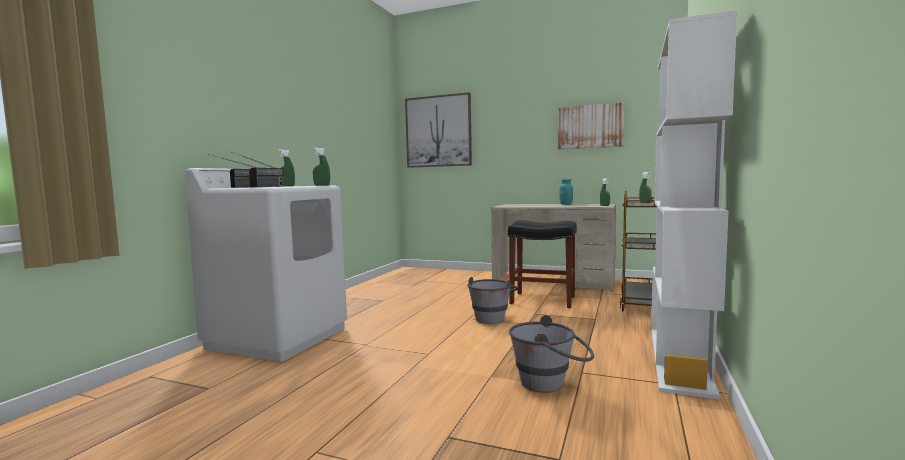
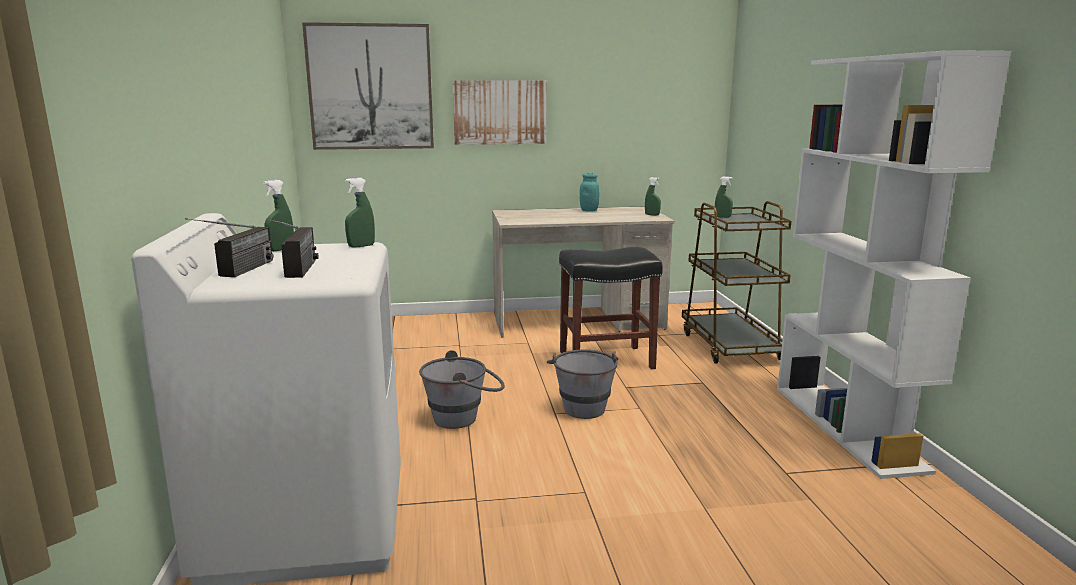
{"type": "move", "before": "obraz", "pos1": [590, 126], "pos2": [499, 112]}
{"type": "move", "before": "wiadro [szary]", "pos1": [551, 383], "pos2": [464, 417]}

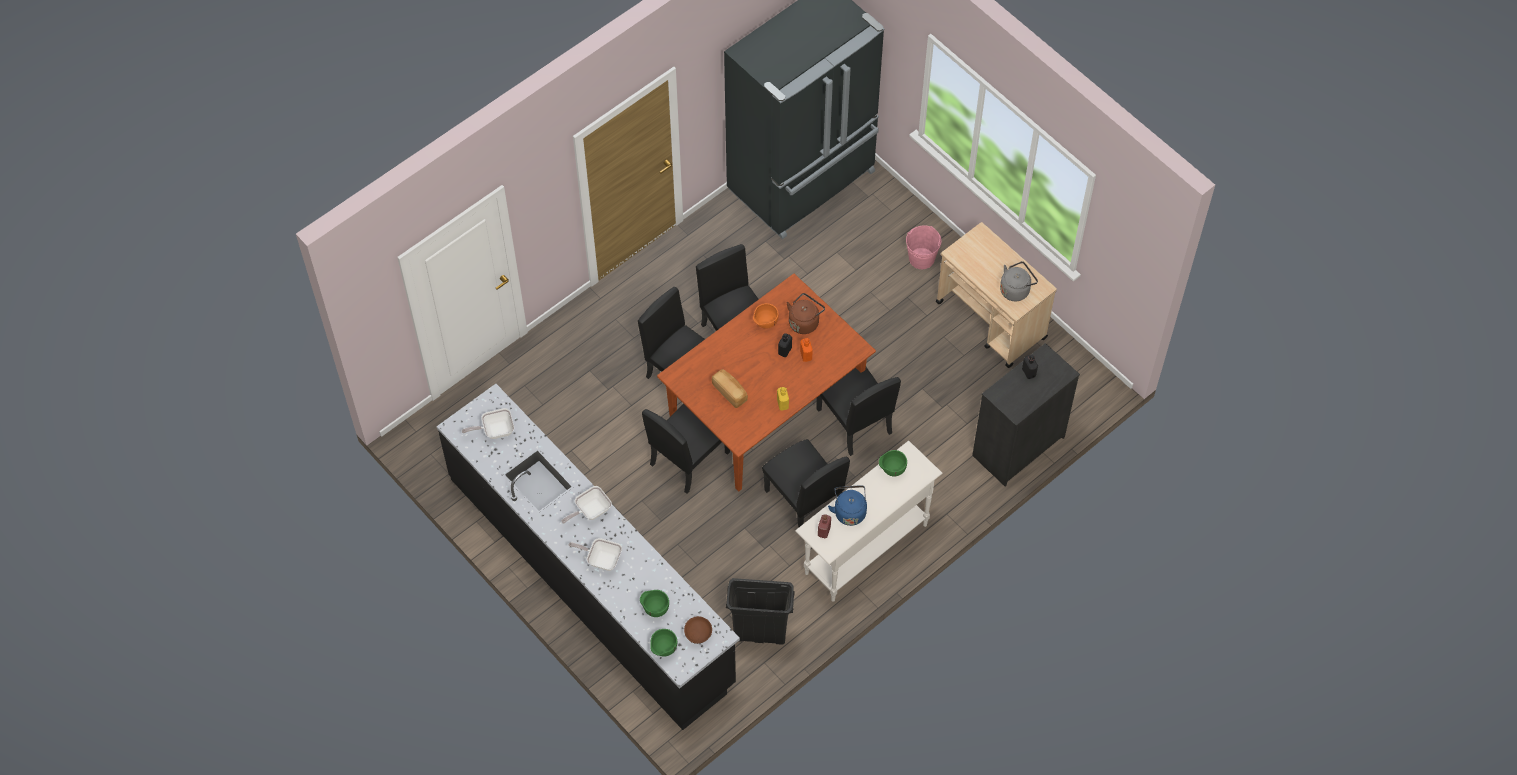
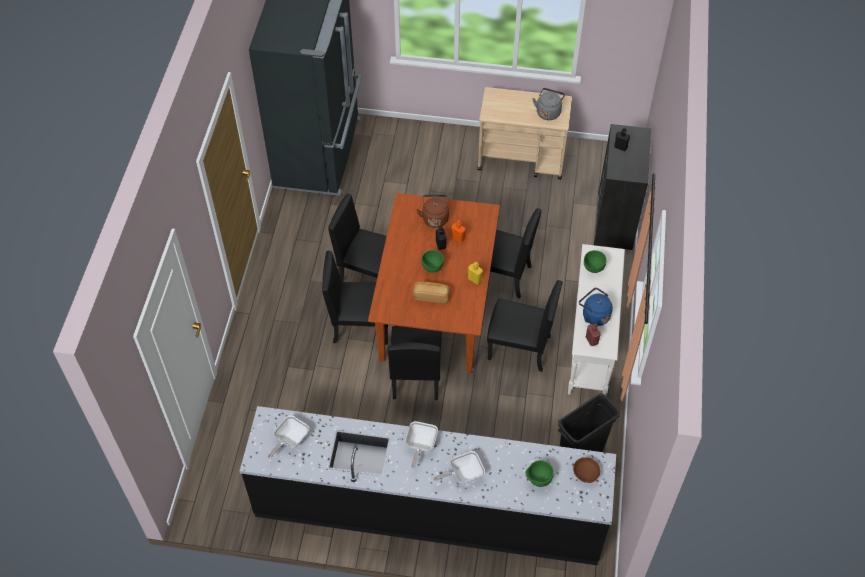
{"type": "delete", "before": "wiadro [różowy]", "pos1": [921, 258]}
{"type": "delete", "before": "miska [pomarańczowy]", "pos1": [765, 324]}
{"type": "move", "before": "miska [zielony]", "pos1": [663, 650], "pos2": [432, 269]}

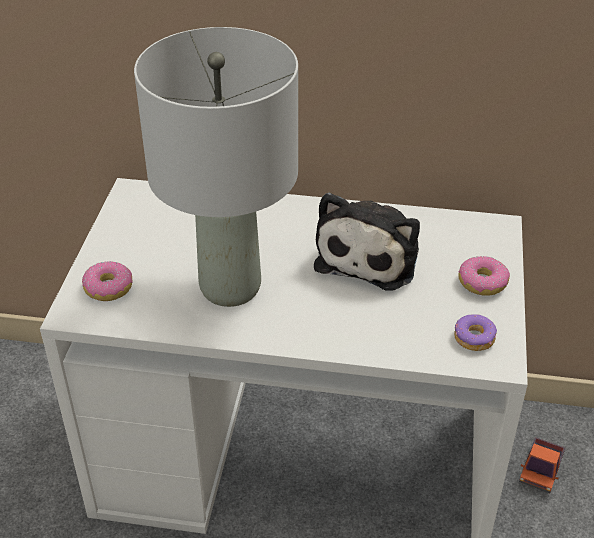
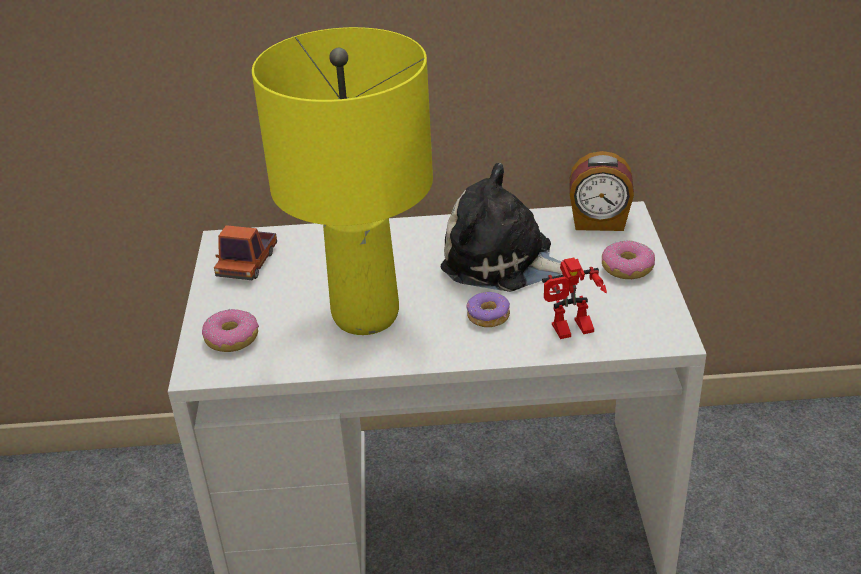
{"type": "recolor", "before": "lampa stołowa [szary]", "after": "lampa stołowa [żółty]", "pos1": [231, 288], "pos2": [366, 316]}
{"type": "rotate", "before": "pluszak", "pos1": [370, 256], "pos2": [503, 262], "turn": 105}
{"type": "move", "before": "donut", "pos1": [474, 338], "pos2": [488, 316]}
{"type": "move", "before": "ciężarówka zabawkowa", "pos1": [540, 470], "pos2": [247, 263]}
{"type": "insert", "after": "budzik", "pos2": [599, 222]}
{"type": "insert", "after": "robot zabawkowy", "pos2": [571, 332]}

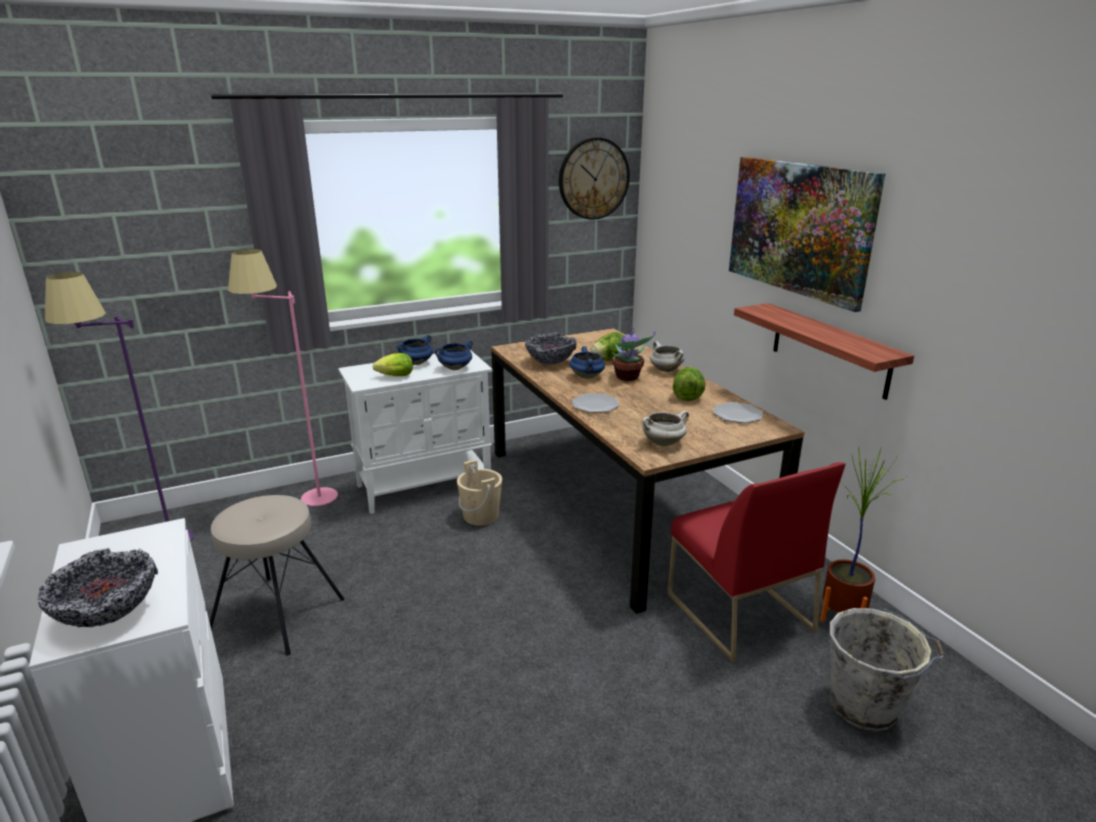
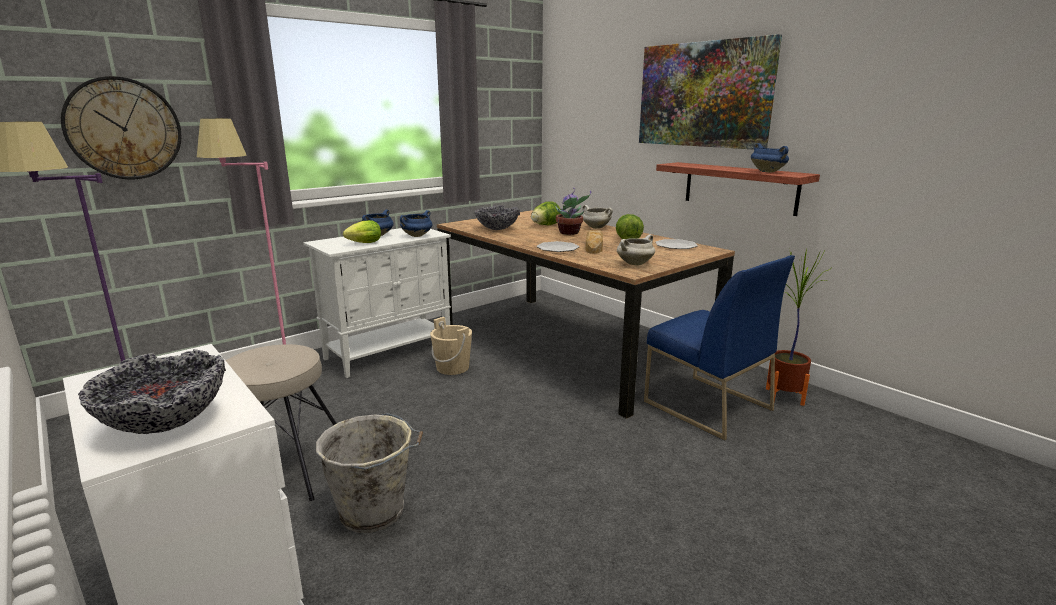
{"type": "move", "before": "zegar ścienny", "pos1": [593, 178], "pos2": [123, 129]}
{"type": "move", "before": "garnek [niebieski]", "pos1": [587, 377], "pos2": [768, 172]}
{"type": "recolor", "before": "krzesło [czerwony]", "after": "krzesło [niebieski]", "pos1": [737, 612], "pos2": [706, 405]}
{"type": "move", "before": "wiadro [szary]", "pos1": [866, 707], "pos2": [375, 512]}
{"type": "insert", "after": "chleb", "pos2": [594, 247]}

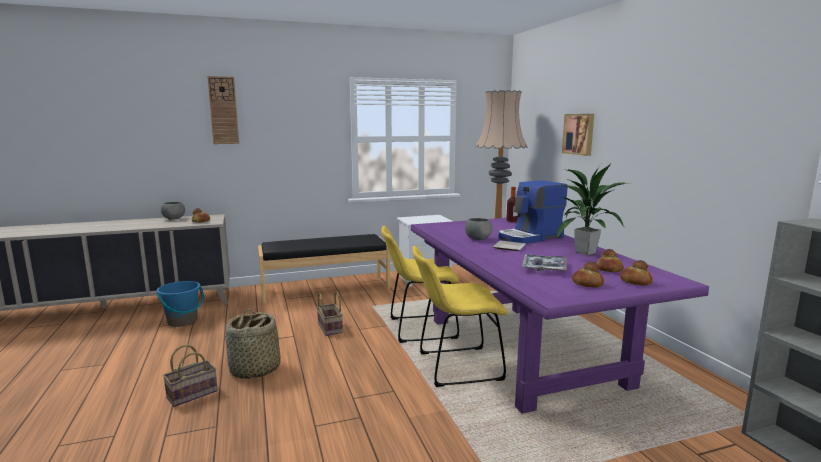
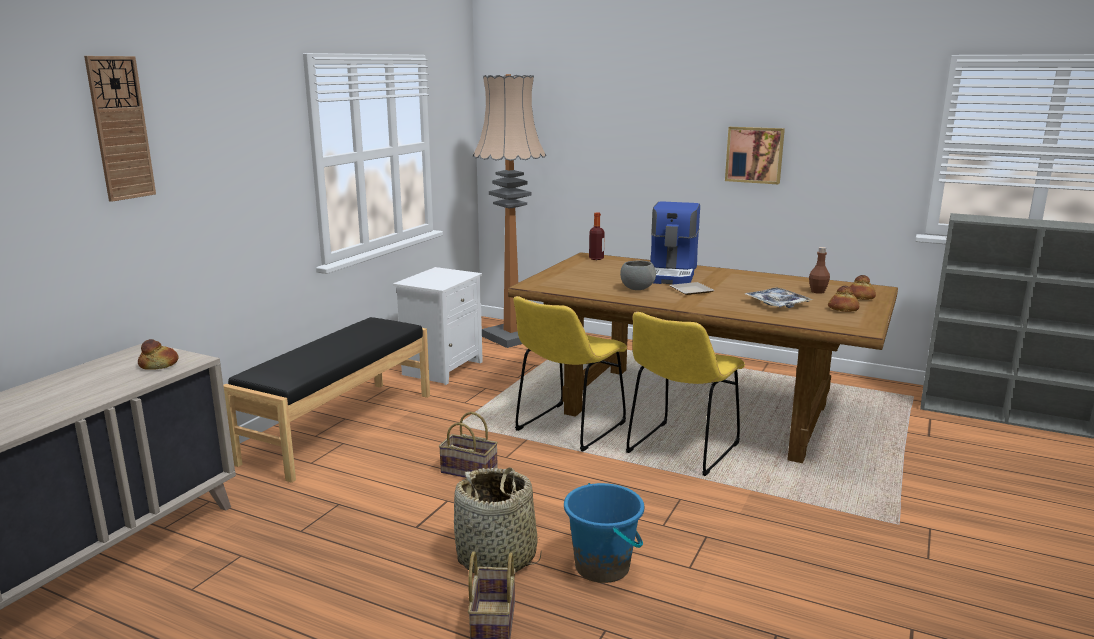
{"type": "move", "before": "obraz", "pos1": [579, 134], "pos2": [754, 154]}
{"type": "delete", "before": "roślina doniczkowa", "pos1": [585, 252]}
{"type": "delete", "before": "miska [szary]", "pos1": [174, 219]}
{"type": "recolor", "before": "stół jadalny [fioletowy]", "after": "stół jadalny [brązowy]", "pos1": [522, 350], "pos2": [697, 410]}
{"type": "replace", "before": "chleb", "after": "butelka [brązowy]", "pos1": [609, 270], "pos2": [817, 291]}
{"type": "move", "before": "wiadro [niebieski]", "pos1": [182, 321], "pos2": [603, 567]}

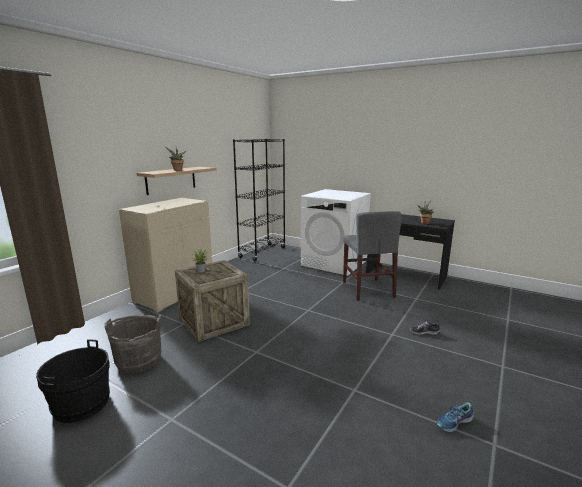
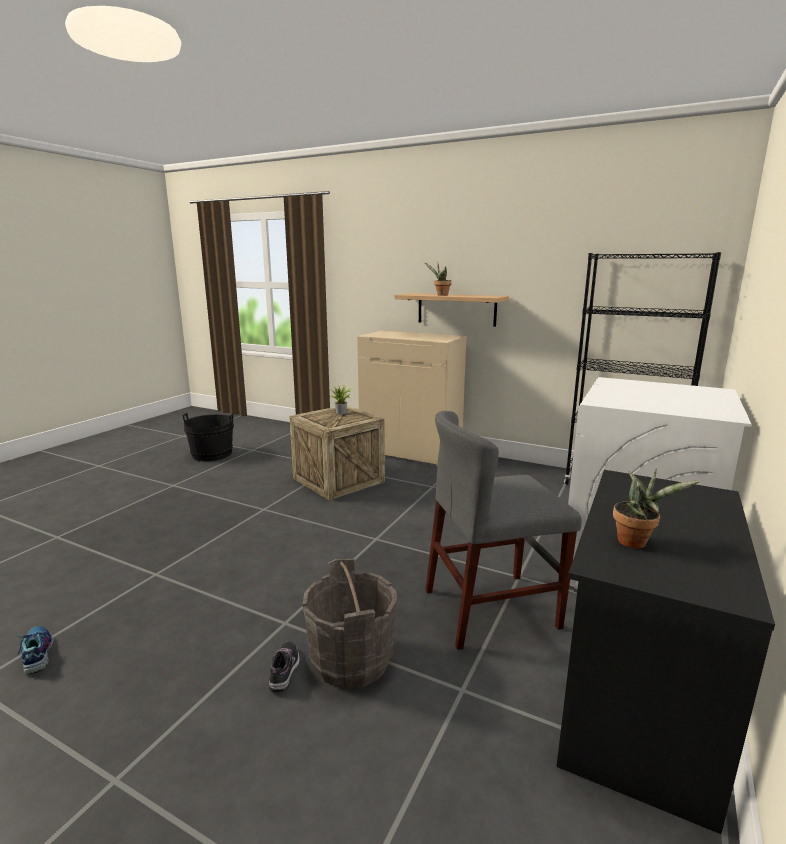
{"type": "move", "before": "wiadro [szary]", "pos1": [138, 361], "pos2": [351, 660]}

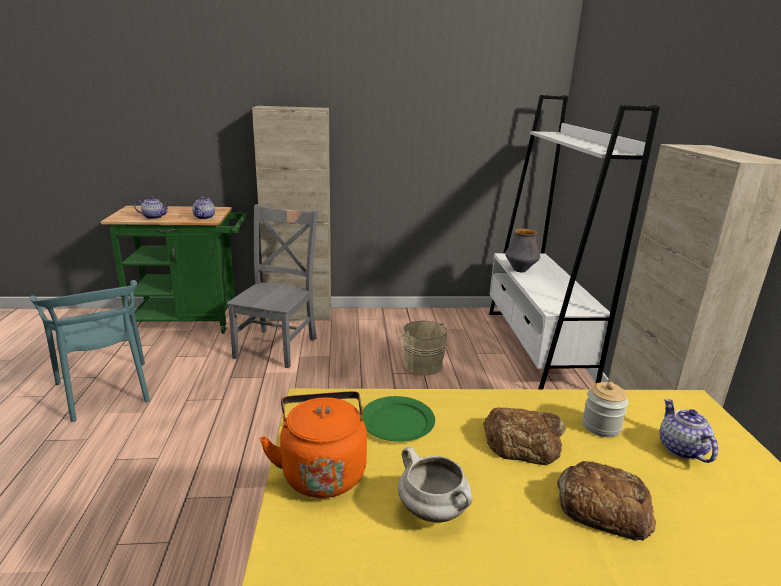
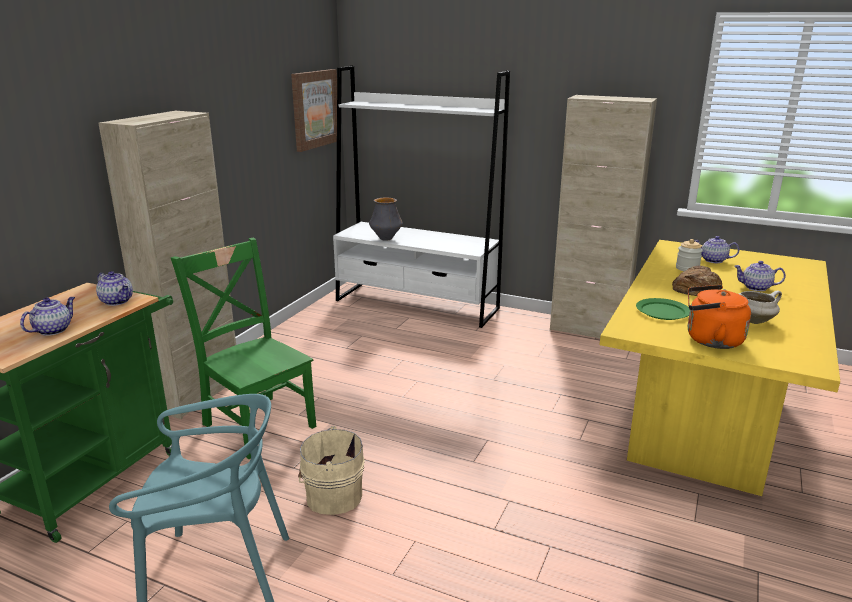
{"type": "recolor", "before": "krzesło [szary]", "after": "krzesło [zielony]", "pos1": [278, 346], "pos2": [257, 423]}
{"type": "move", "before": "wiadro [beżowy]", "pos1": [422, 364], "pos2": [331, 496]}
{"type": "replace", "before": "chleb", "after": "imbryk", "pos1": [601, 506], "pos2": [755, 287]}
{"type": "insert", "after": "obraz", "pos2": [314, 109]}

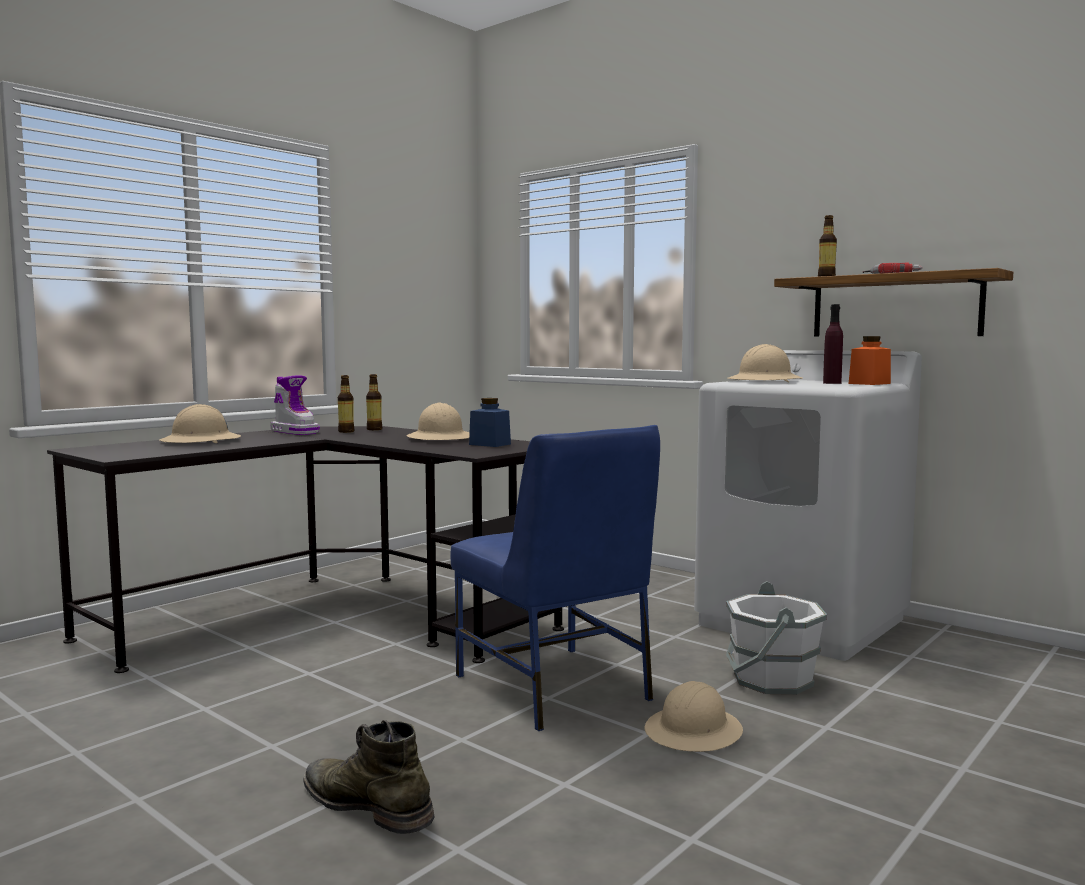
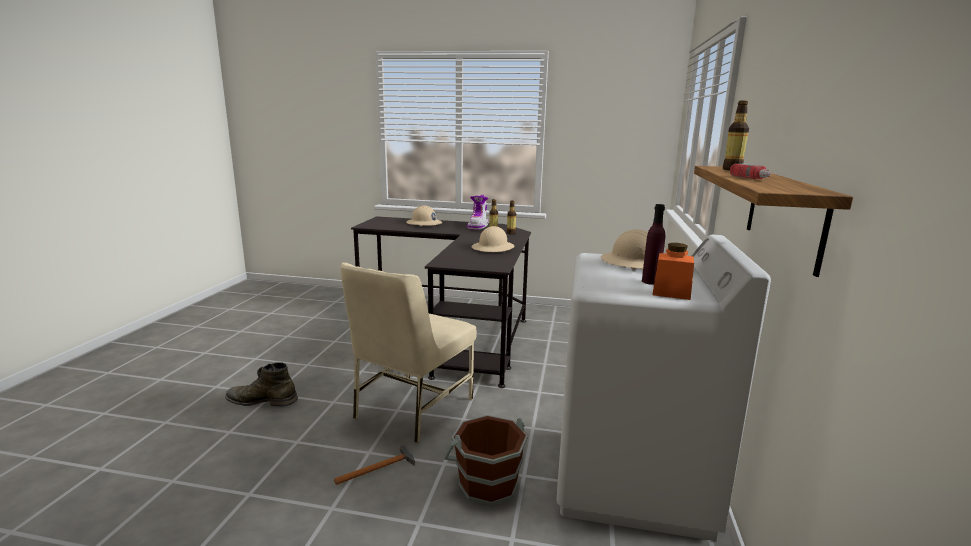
{"type": "delete", "before": "słoik [niebieski]", "pos1": [490, 444]}
{"type": "recolor", "before": "krzesło [niebieski]", "after": "krzesło [beżowy]", "pos1": [555, 688], "pos2": [411, 408]}
{"type": "recolor", "before": "wiadro [biały]", "after": "wiadro [brązowy]", "pos1": [771, 679], "pos2": [487, 483]}
{"type": "replace", "before": "kask [beżowy]", "after": "młotek", "pos1": [694, 732], "pos2": [379, 468]}
{"type": "rotate", "before": "but z cholewką [zielony]", "pos1": [367, 805], "pos2": [262, 400], "turn": -90}

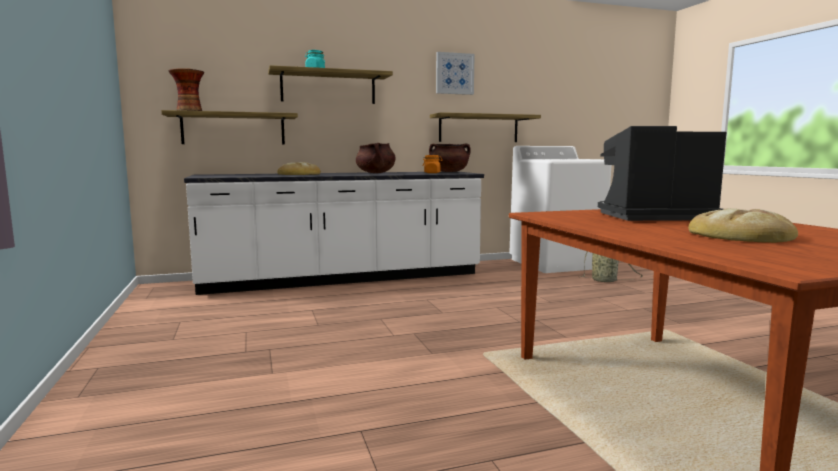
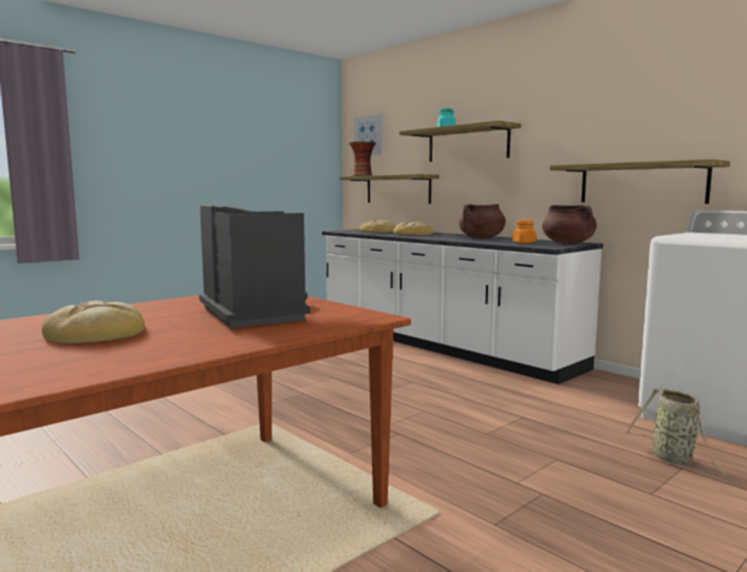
{"type": "move", "before": "obraz", "pos1": [454, 73], "pos2": [368, 135]}
{"type": "insert", "after": "chleb", "pos2": [378, 231]}

